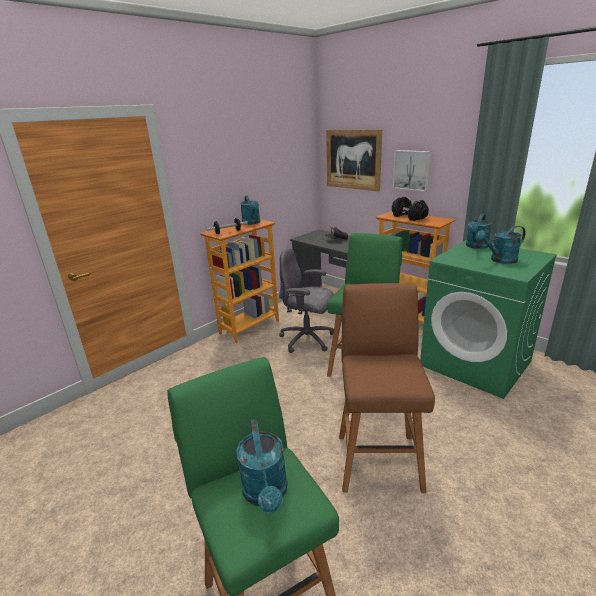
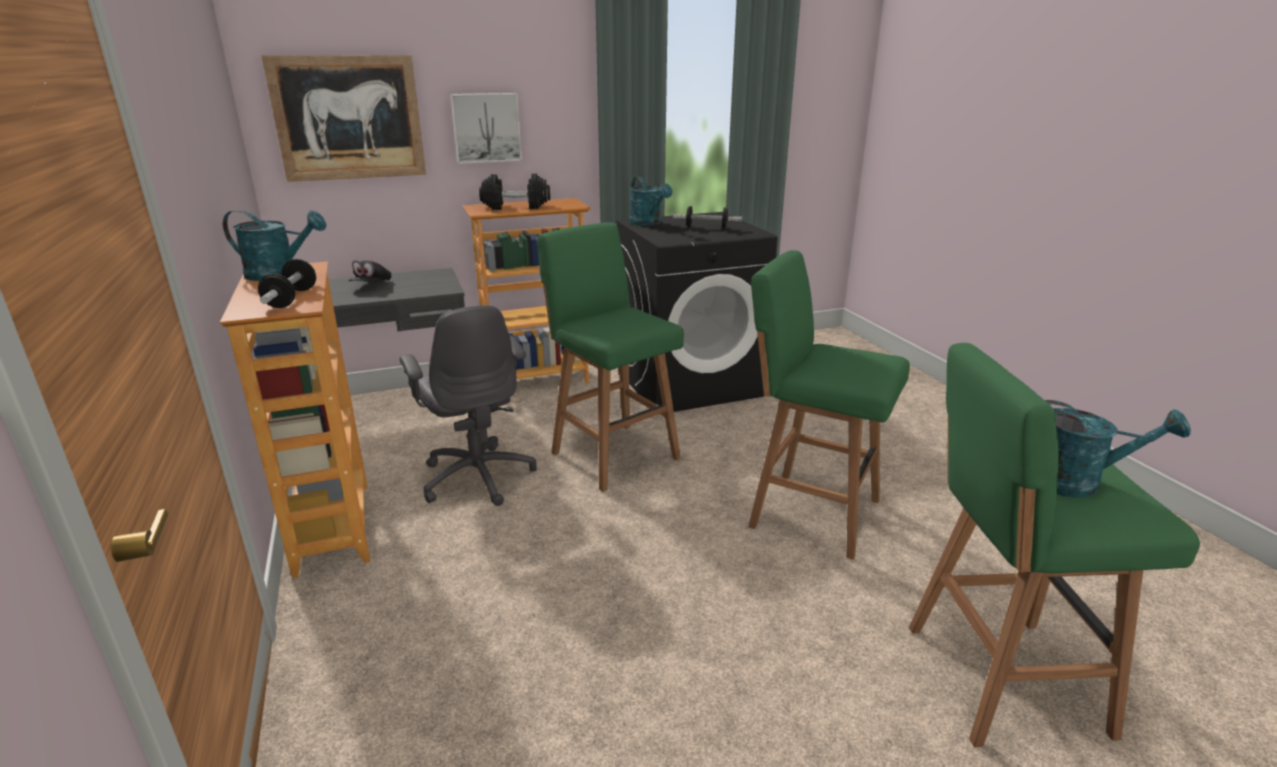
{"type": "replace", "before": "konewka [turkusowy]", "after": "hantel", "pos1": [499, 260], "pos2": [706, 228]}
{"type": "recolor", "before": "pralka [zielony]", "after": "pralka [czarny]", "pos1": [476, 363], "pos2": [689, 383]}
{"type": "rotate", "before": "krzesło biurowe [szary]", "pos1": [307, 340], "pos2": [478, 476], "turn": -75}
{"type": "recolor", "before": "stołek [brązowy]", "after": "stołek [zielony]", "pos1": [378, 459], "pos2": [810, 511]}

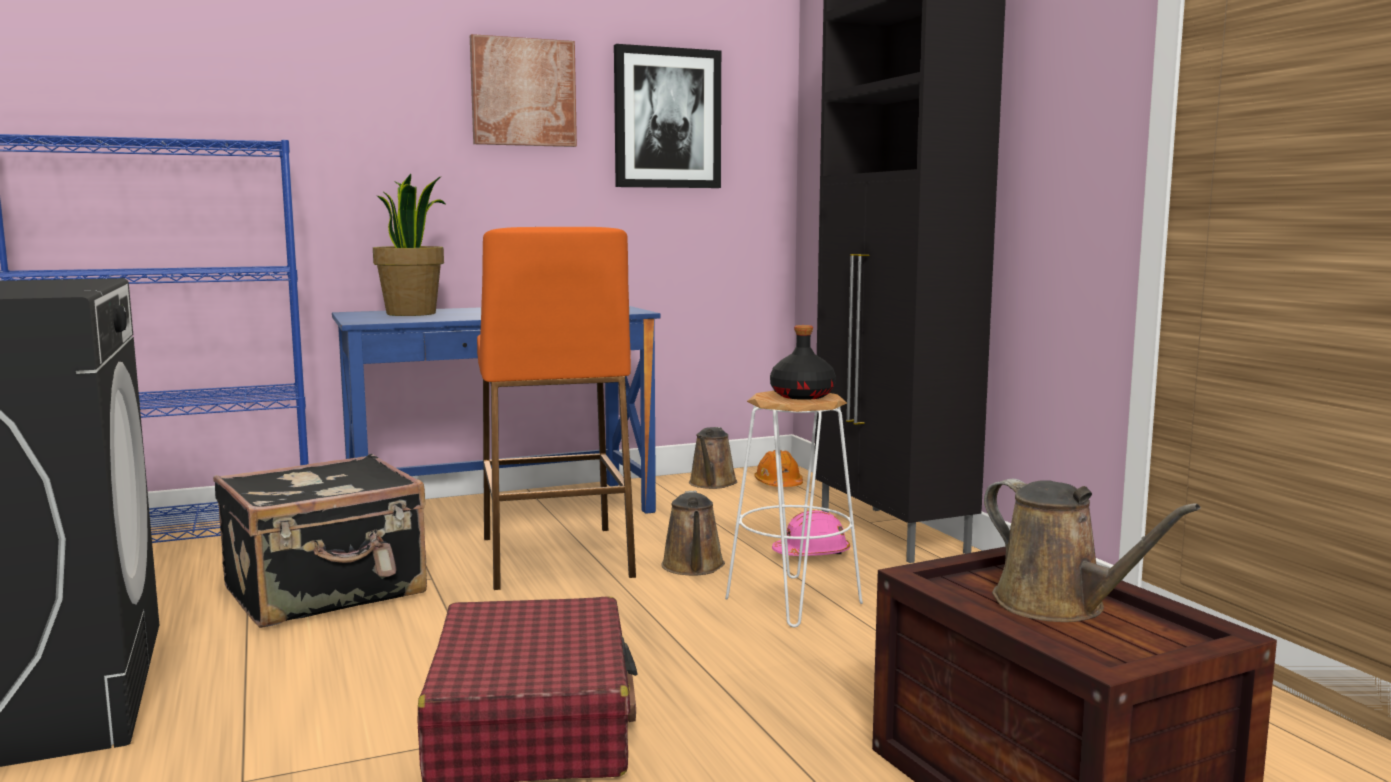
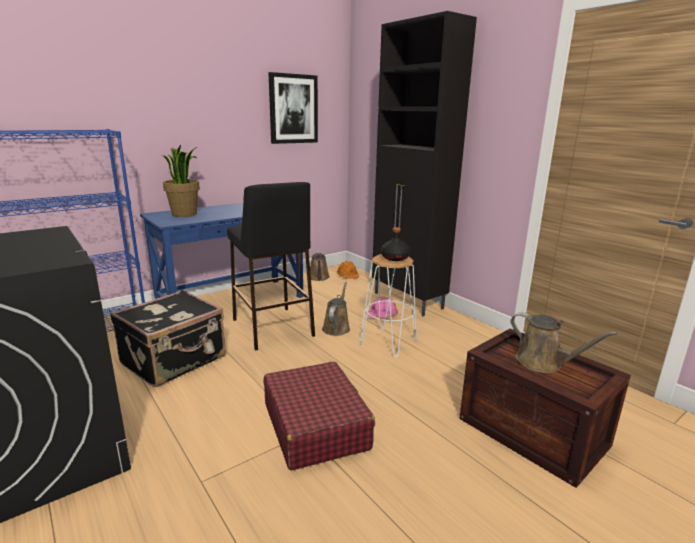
{"type": "delete", "before": "obraz", "pos1": [523, 92]}
{"type": "recolor", "before": "stołek [pomarańczowy]", "after": "stołek [czarny]", "pos1": [555, 557], "pos2": [272, 328]}
{"type": "rotate", "before": "konewka [brązowy]", "pos1": [693, 567], "pos2": [336, 327], "turn": -150}

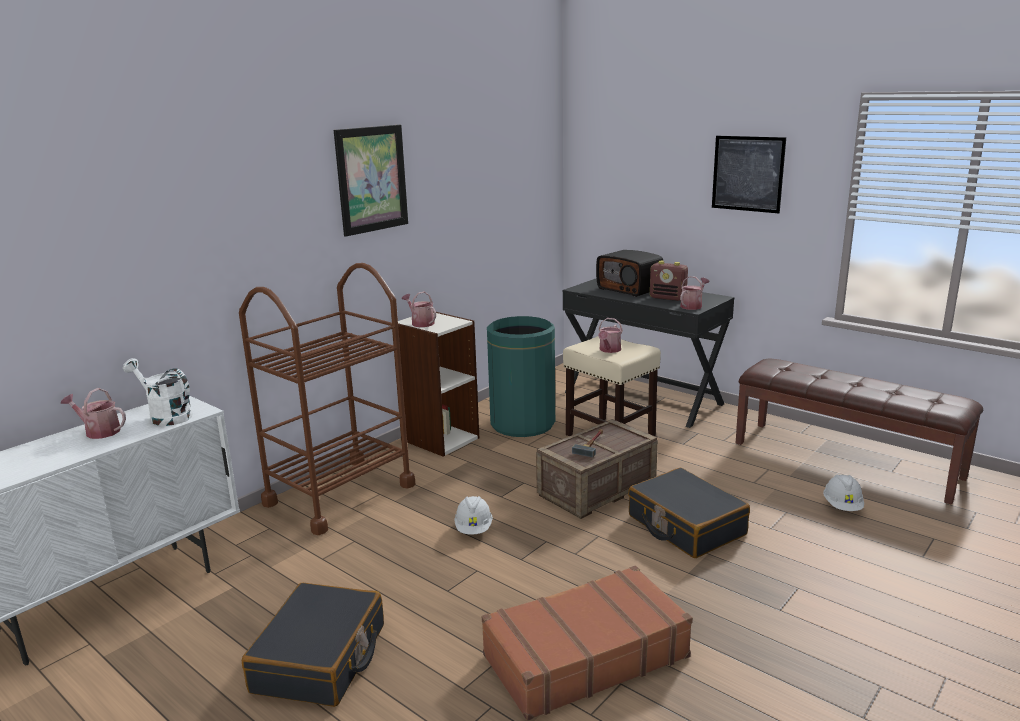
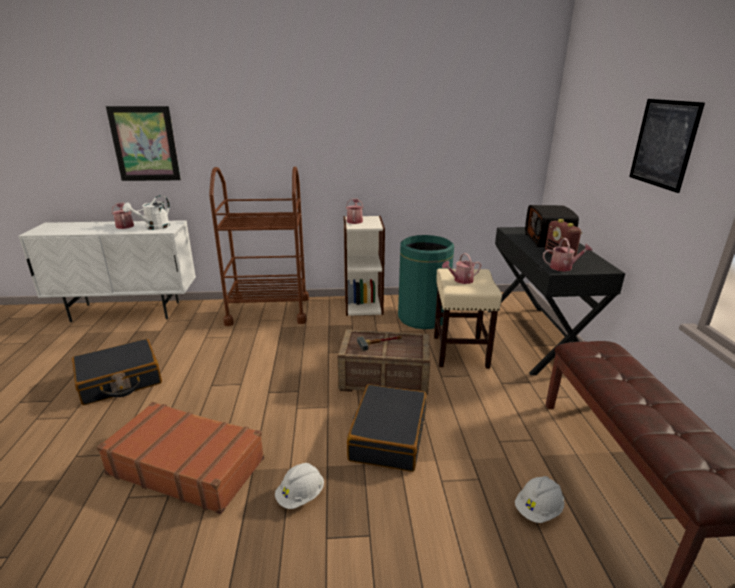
{"type": "move", "before": "obraz", "pos1": [372, 179], "pos2": [145, 144]}
{"type": "rotate", "before": "konewka [biały]", "pos1": [165, 416], "pos2": [154, 227], "turn": -135}
{"type": "move", "before": "kask [biały]", "pos1": [474, 528], "pos2": [300, 496]}

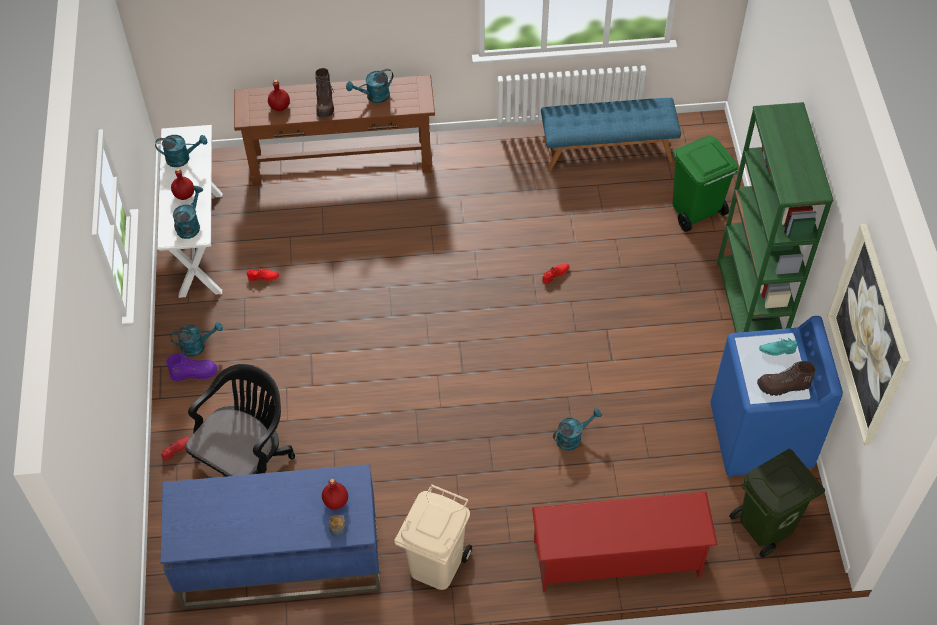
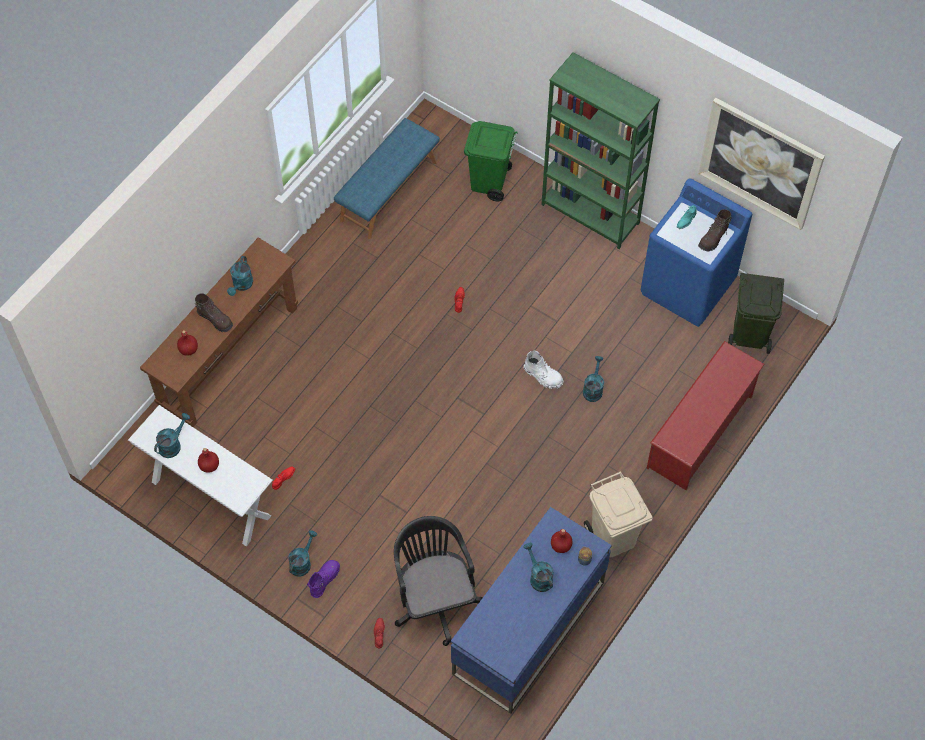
{"type": "move", "before": "konewka [turkusowy]", "pos1": [190, 225], "pos2": [538, 577]}
{"type": "insert", "after": "but z cholewką [biały]", "pos2": [543, 376]}

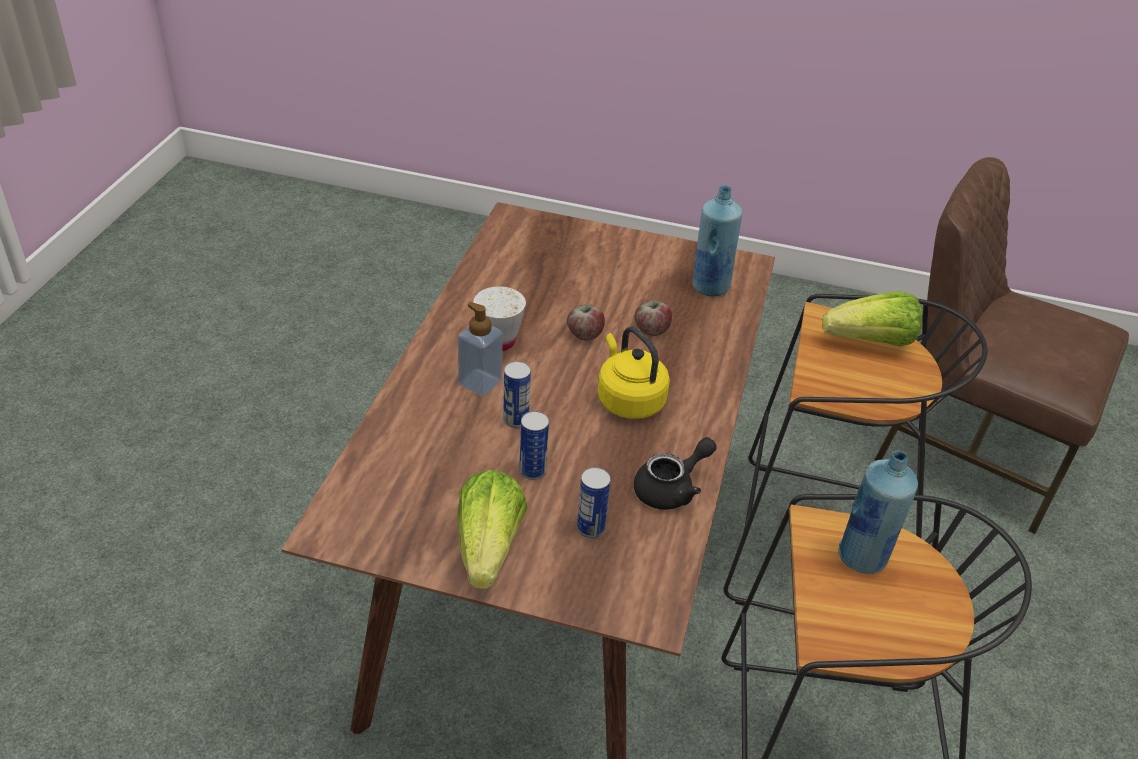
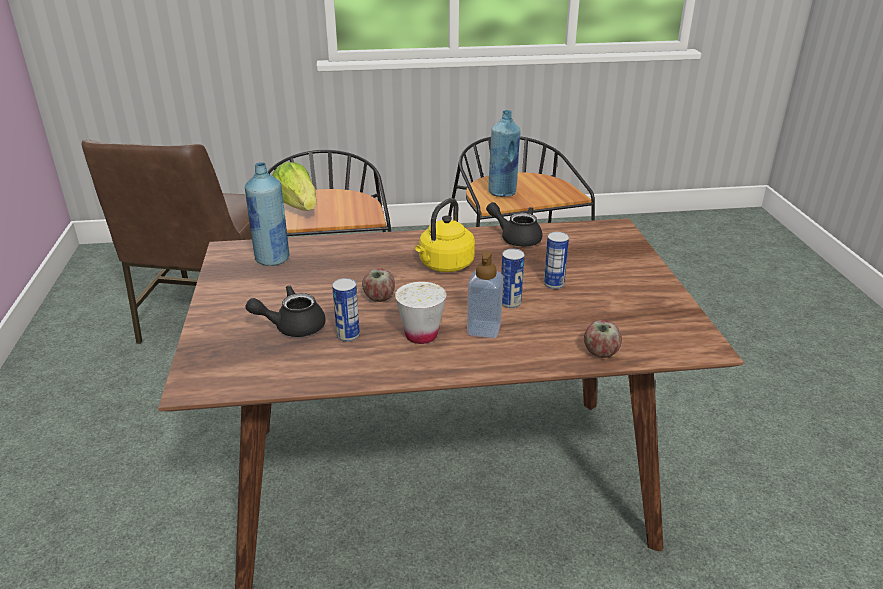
{"type": "move", "before": "jabłko", "pos1": [651, 330], "pos2": [600, 353]}
{"type": "move", "before": "puszka", "pos1": [590, 528], "pos2": [348, 335]}
{"type": "delete", "before": "sałata", "pos1": [489, 547]}
{"type": "insert", "after": "imbryk [czarny]", "pos2": [292, 327]}

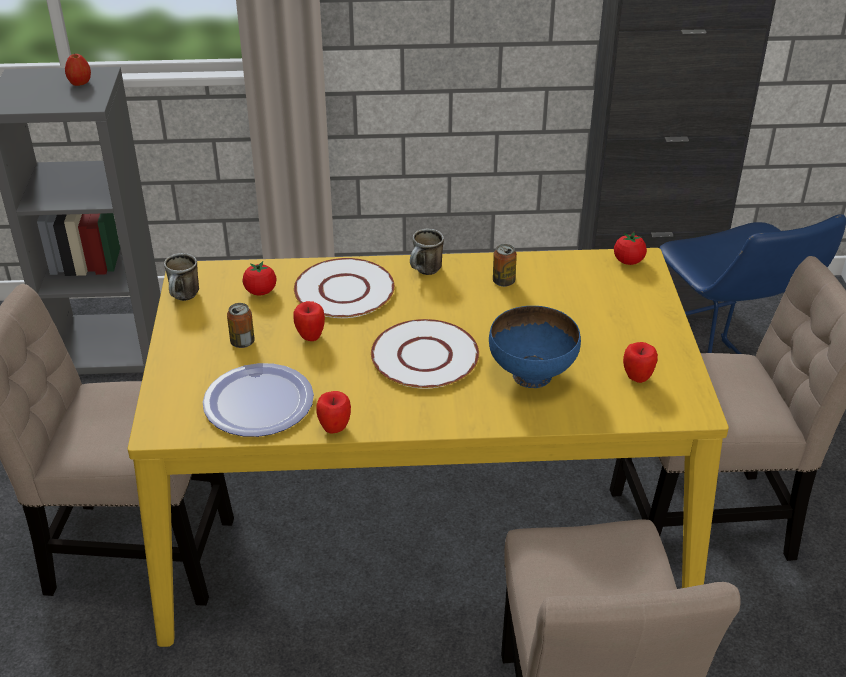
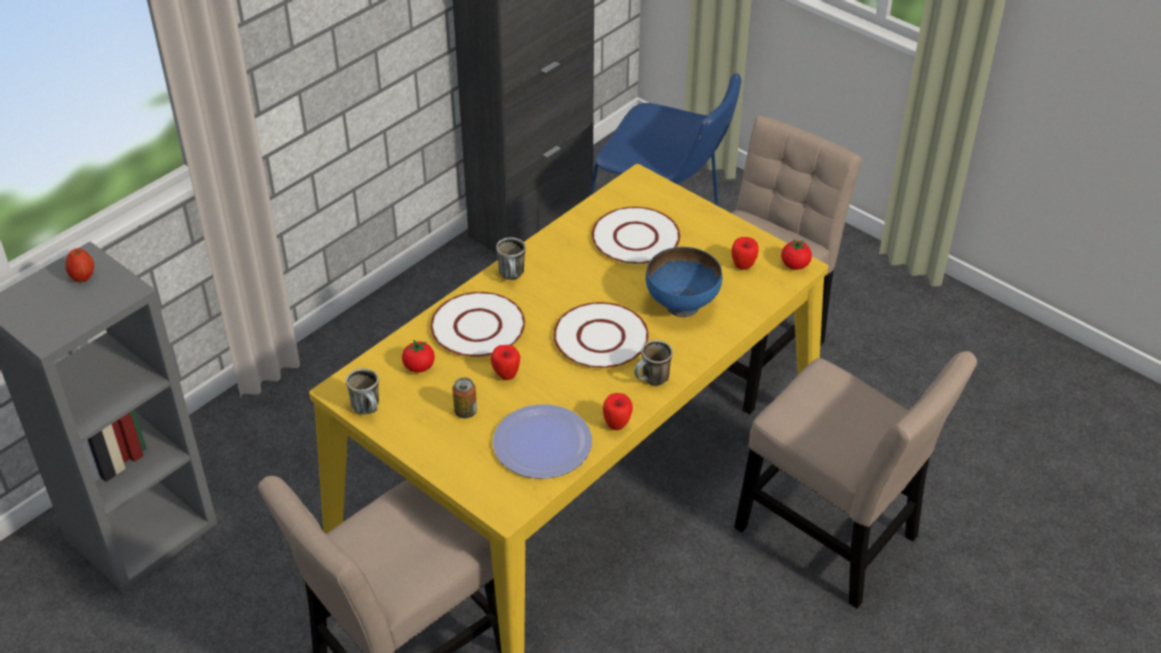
{"type": "move", "before": "pomidor", "pos1": [628, 261], "pos2": [795, 265]}
{"type": "delete", "before": "puszka", "pos1": [503, 281]}
{"type": "insert", "after": "talerz [biały]", "pos2": [636, 238]}
{"type": "insert", "after": "kubek", "pos2": [652, 381]}

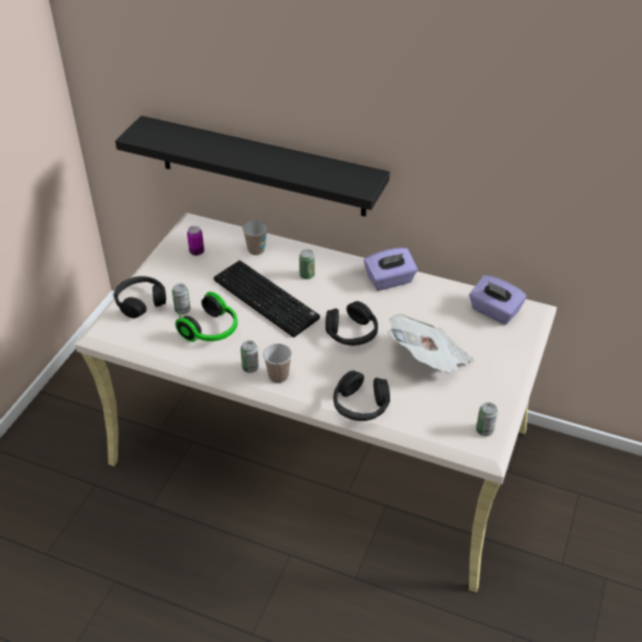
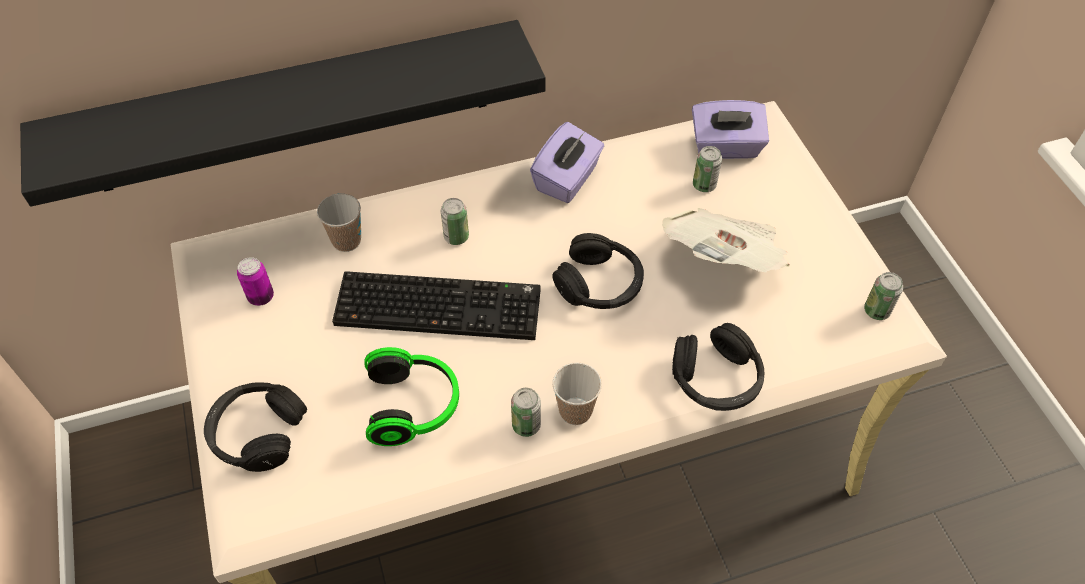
{"type": "move", "before": "puszka", "pos1": [182, 310], "pos2": [704, 185]}

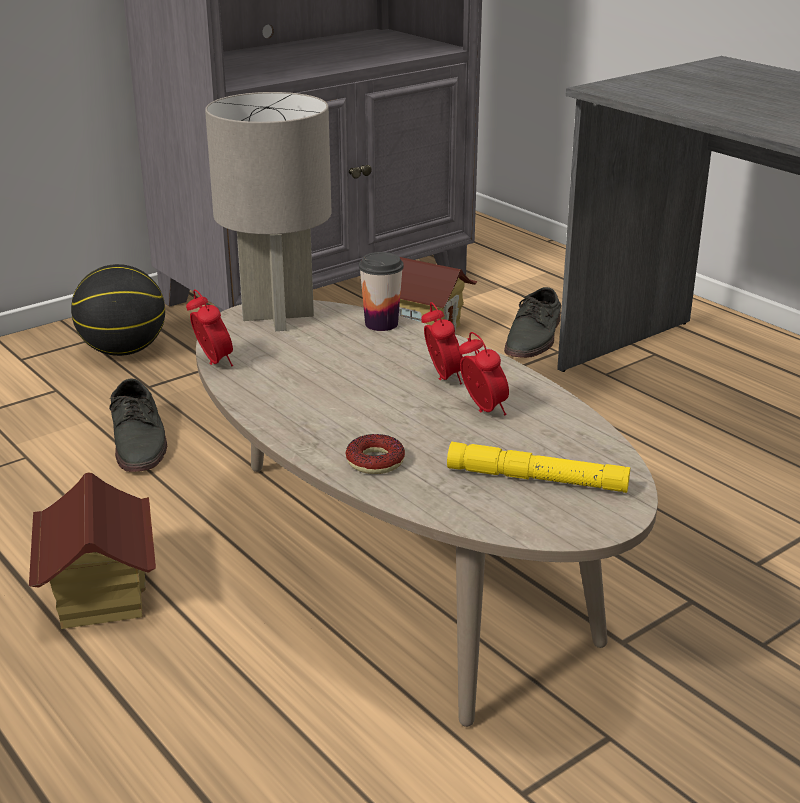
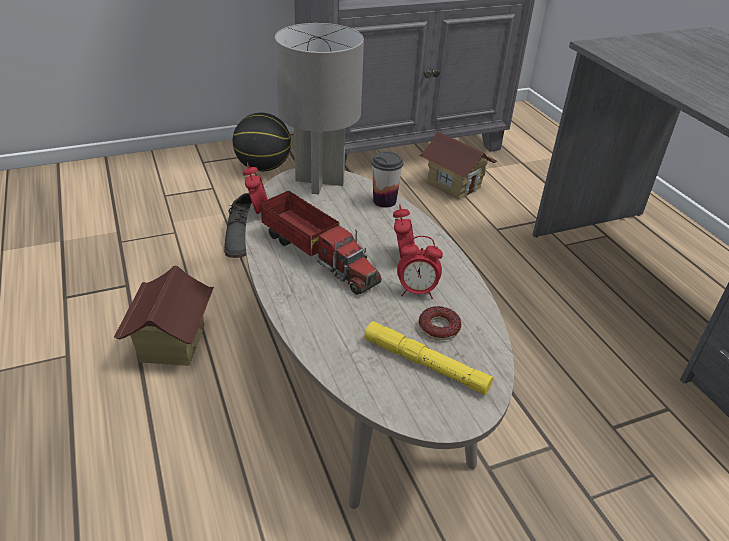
{"type": "delete", "before": "but [szary]", "pos1": [534, 337]}
{"type": "rotate", "before": "budzik", "pos1": [482, 410], "pos2": [417, 291], "turn": 105}
{"type": "move", "before": "donut", "pos1": [375, 461], "pos2": [439, 327]}
{"type": "insert", "after": "ciężarówka zabawkowa", "pos2": [317, 254]}

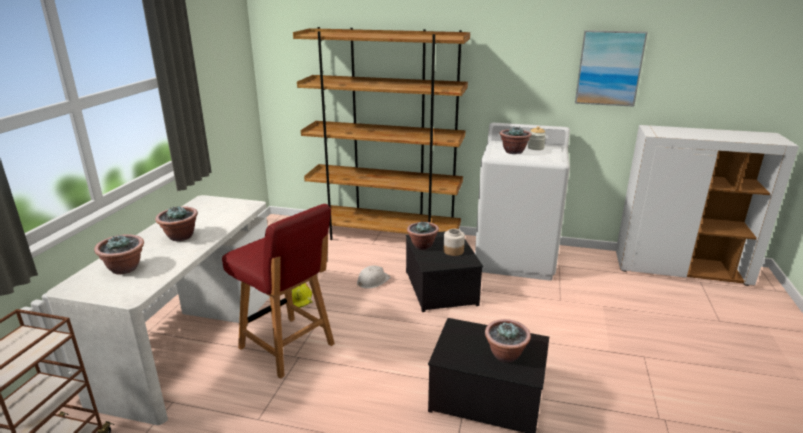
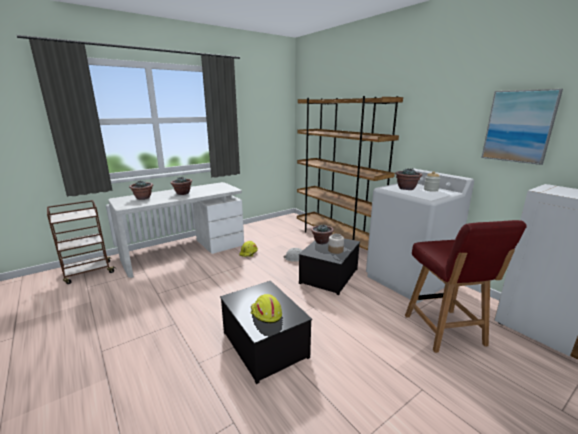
{"type": "move", "before": "krzesło [czerwony]", "pos1": [288, 347], "pos2": [444, 331]}
{"type": "replace", "before": "roślina doniczkowa", "after": "kask [żółty]", "pos1": [505, 355], "pos2": [265, 314]}

